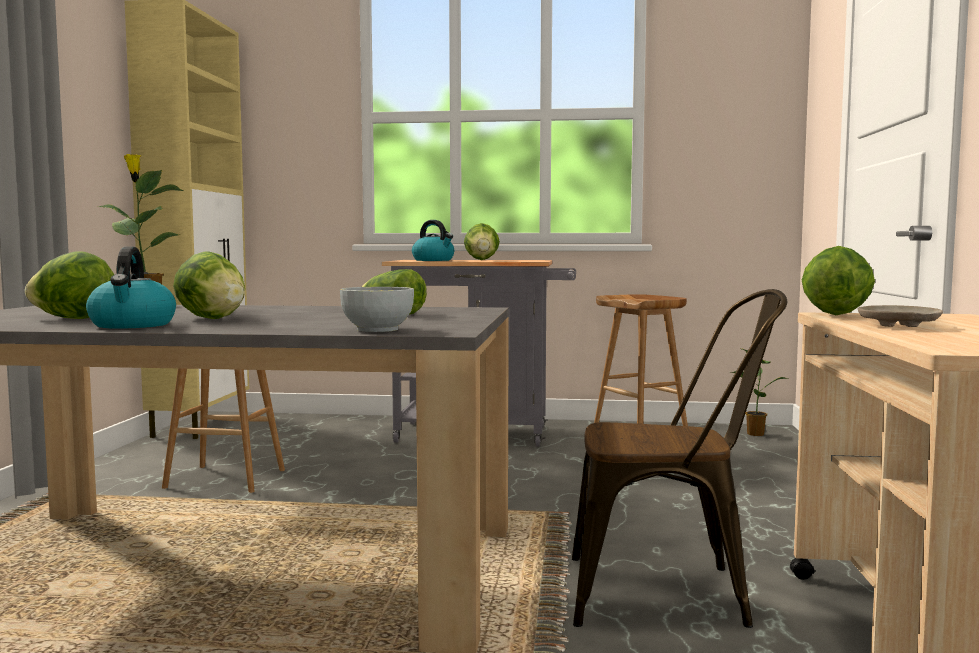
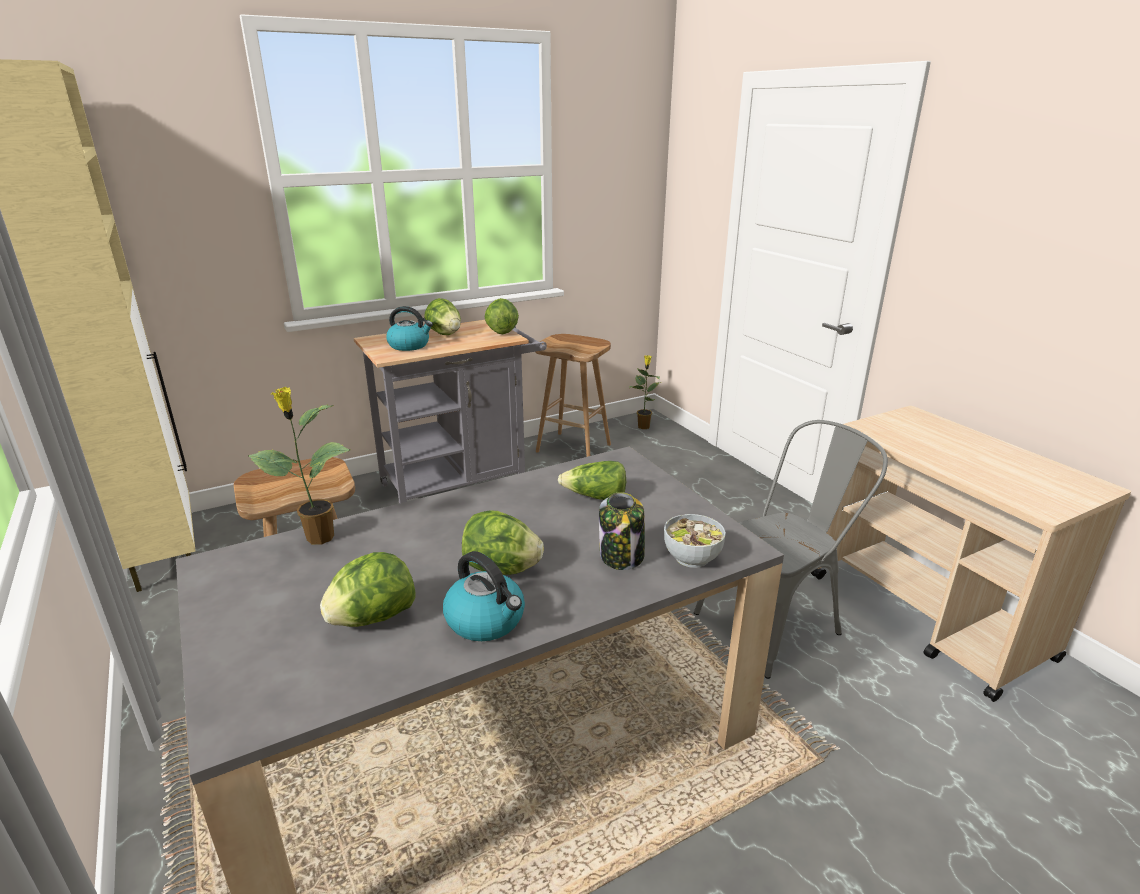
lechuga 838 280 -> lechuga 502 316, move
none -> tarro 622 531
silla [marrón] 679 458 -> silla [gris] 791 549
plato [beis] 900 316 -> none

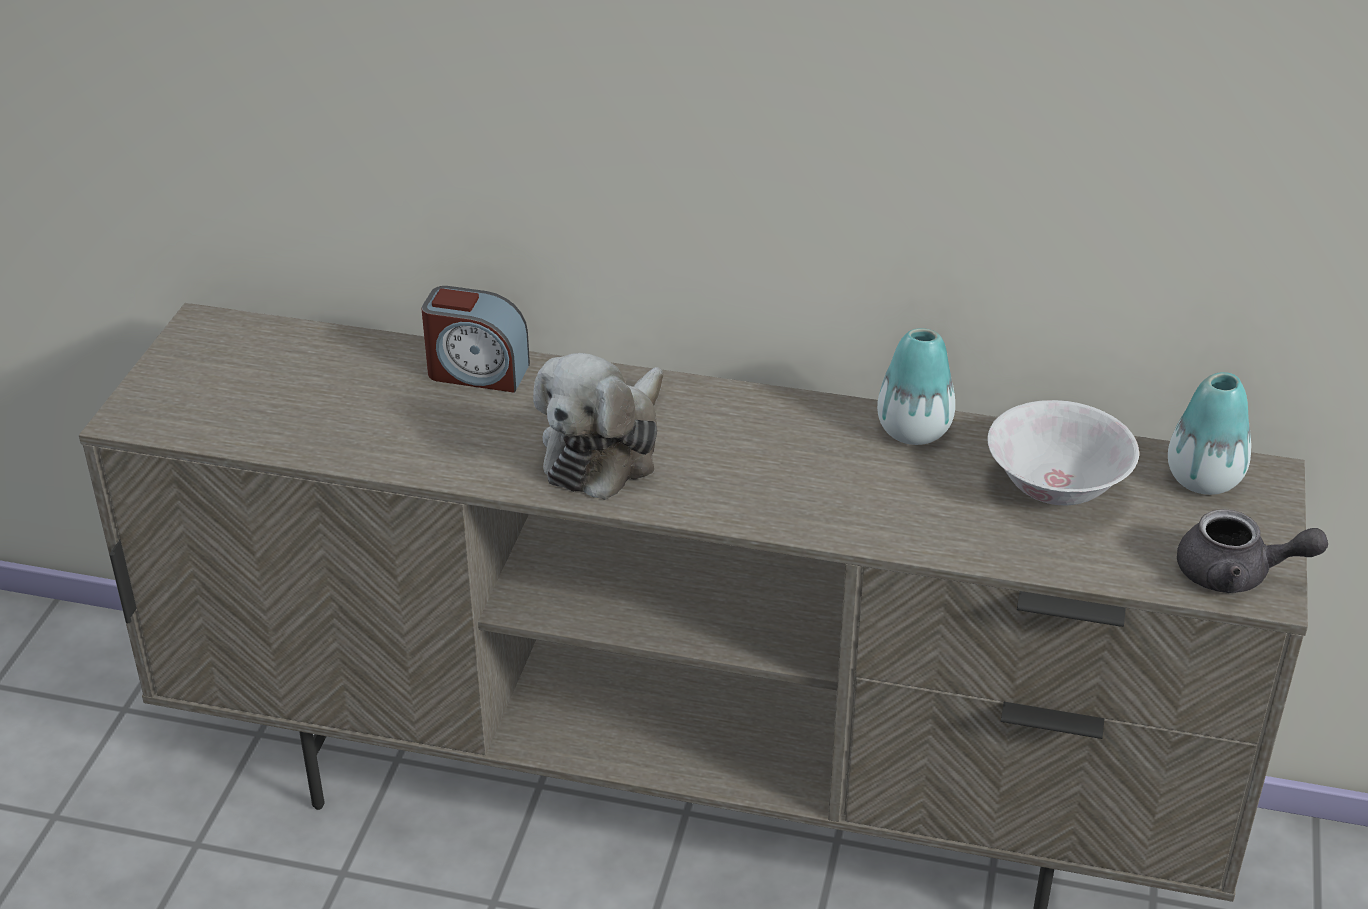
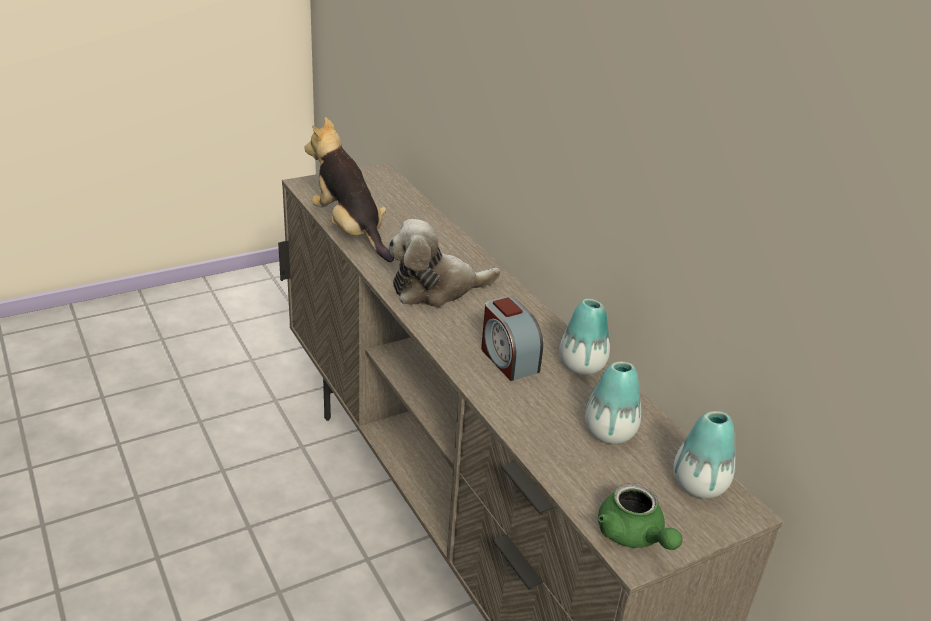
none -> peluche 349 189
despertador 475 339 -> despertador 512 338, move
cuenco [blanco] 1063 453 -> florero 613 402
tetera [gris] 1252 551 -> tetera [verde] 640 516

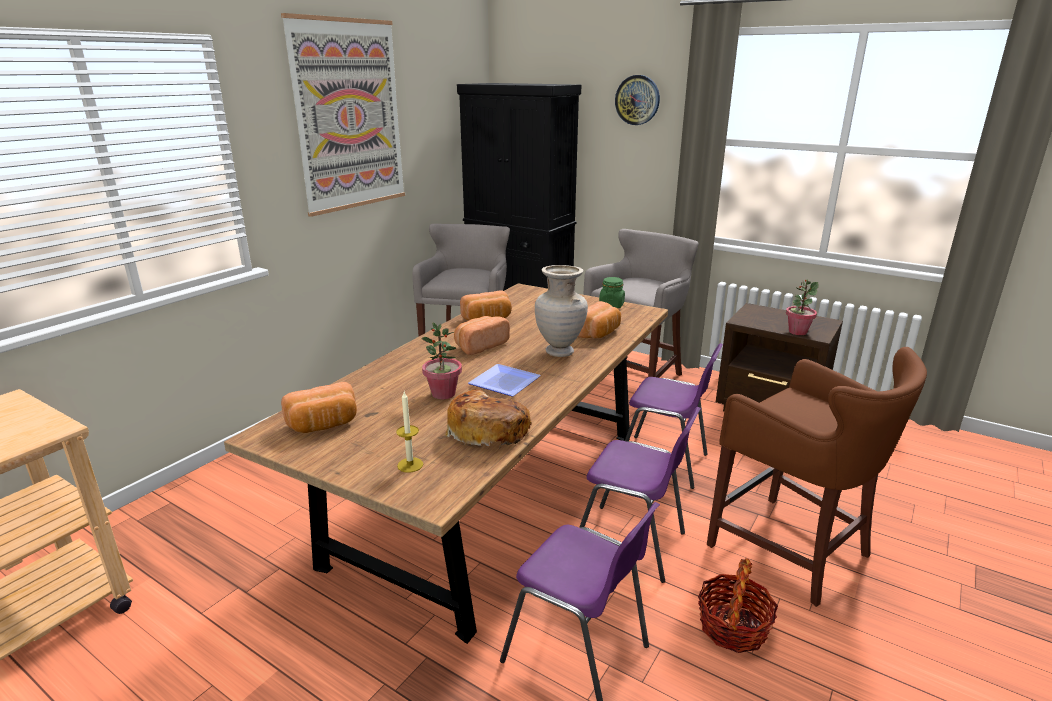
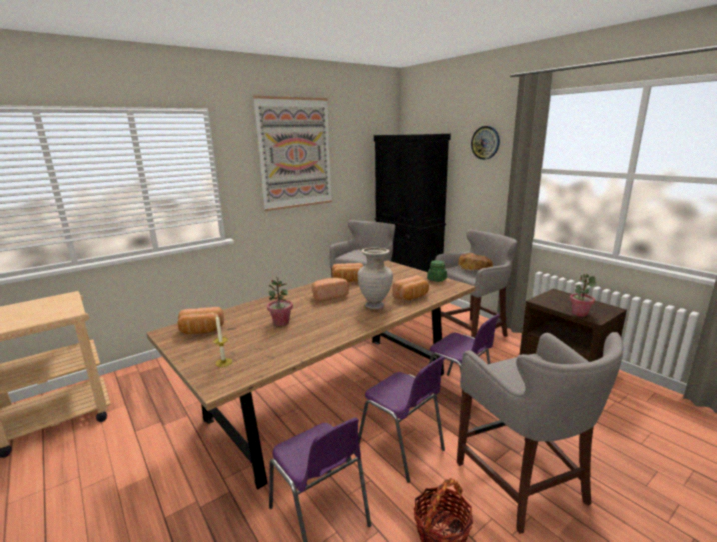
pan 488 419 -> pan 475 262, move
taburete [marrón] 817 477 -> taburete [gris] 540 433
plato 504 380 -> none

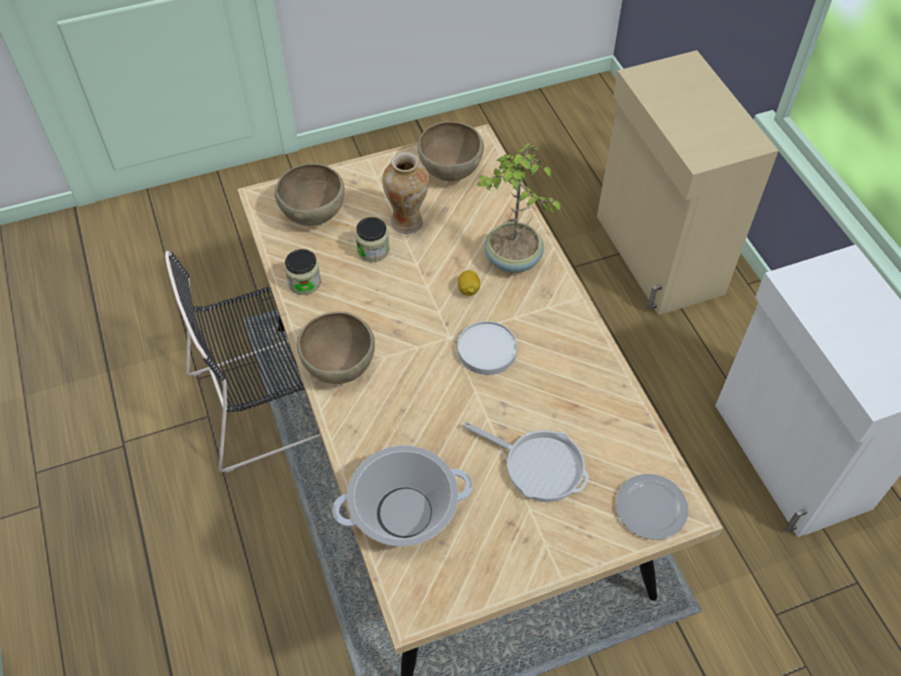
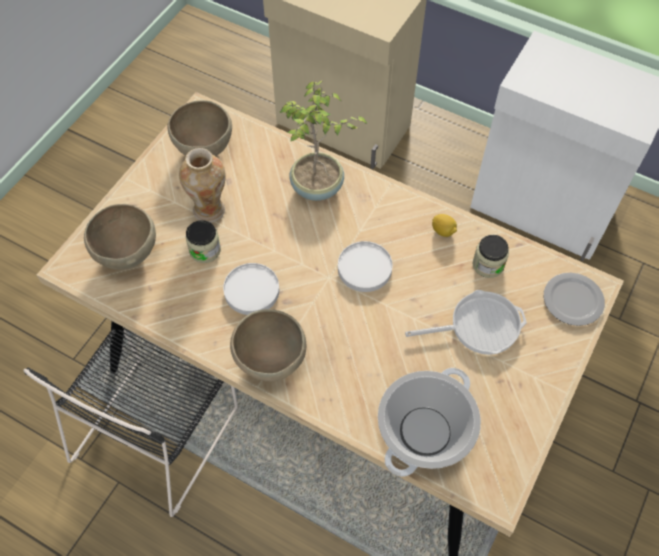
none -> plato [blanco] 251 289
limón 469 283 -> limón 444 225, move
tarro 303 272 -> tarro 490 256, move

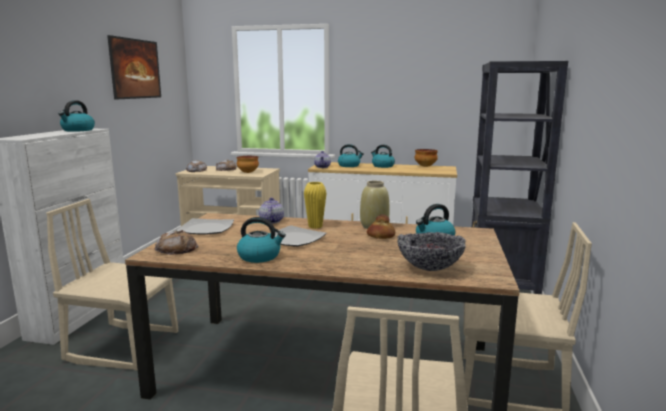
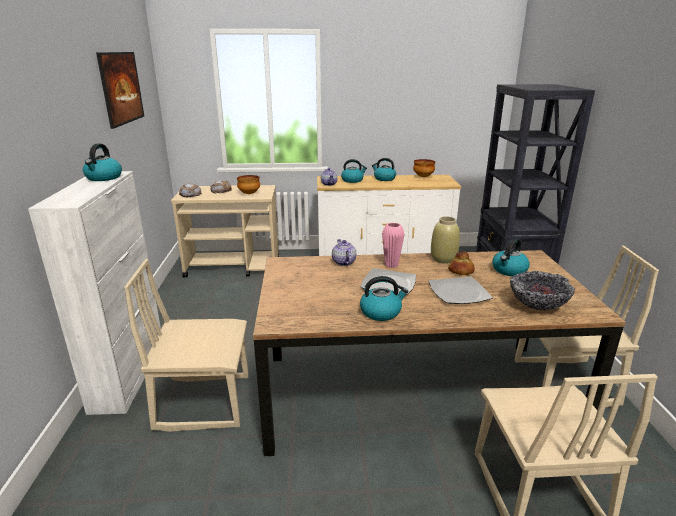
florero [amarillo] 315 205 -> florero [rosa] 393 245
plato 205 226 -> plato 461 290, move
pan 176 242 -> none

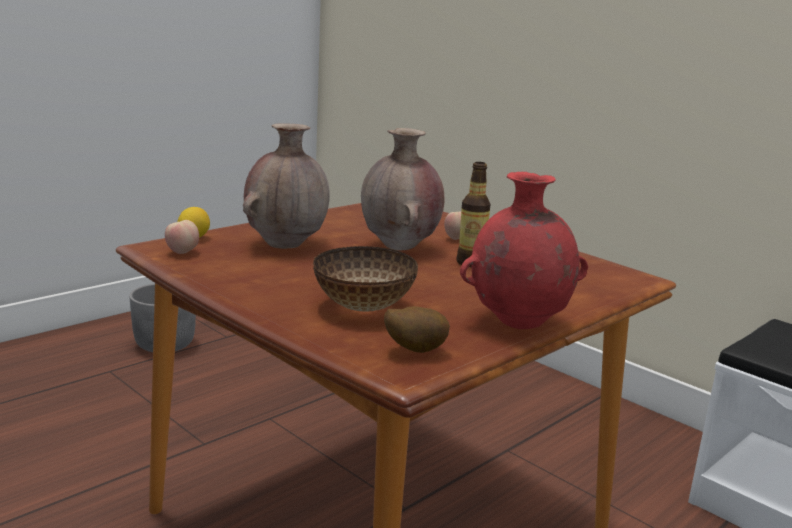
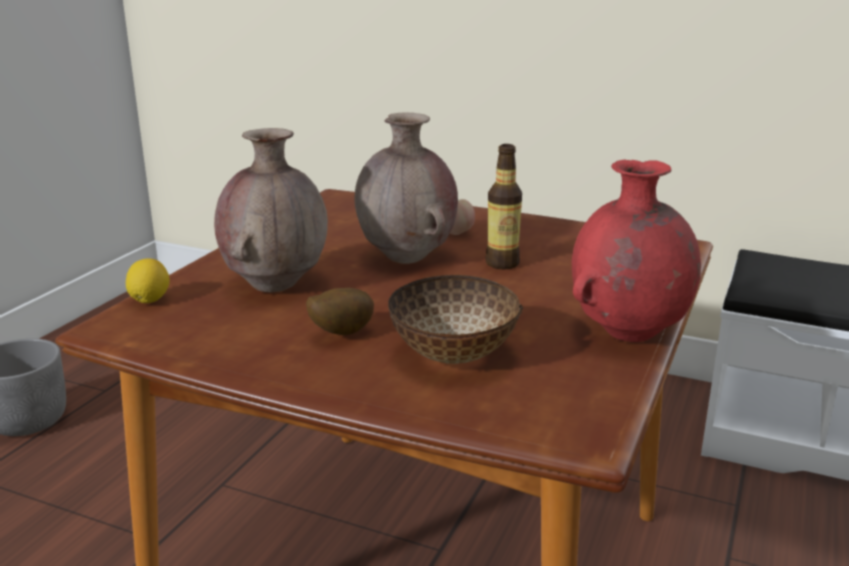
patata 417 329 -> patata 340 311, move
manzana 182 237 -> none

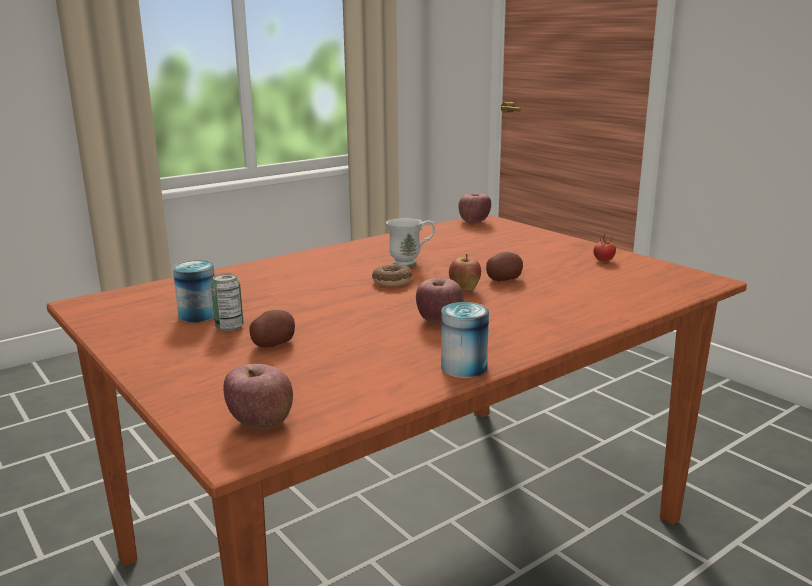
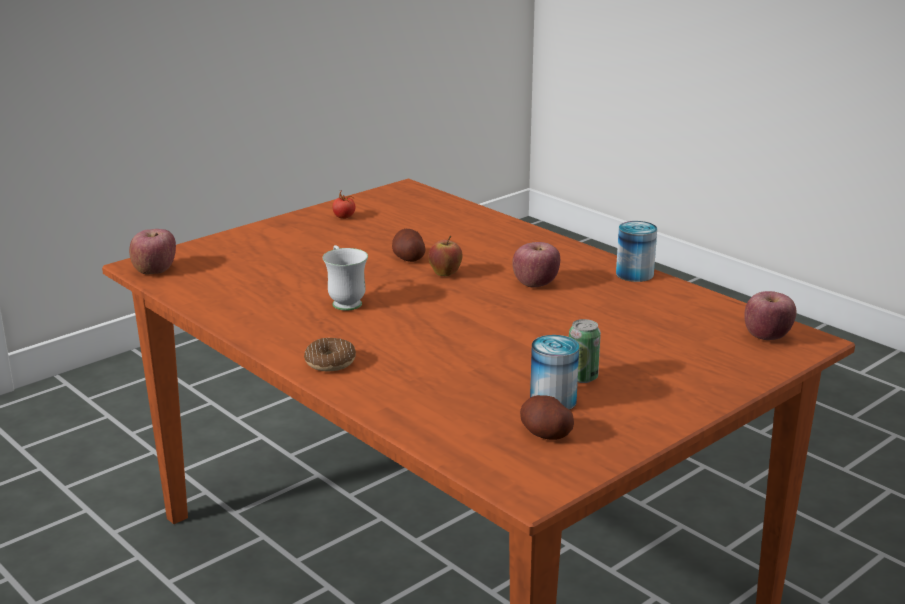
rosquilla 392 275 -> rosquilla 330 355, move
patata 272 328 -> patata 547 417, move

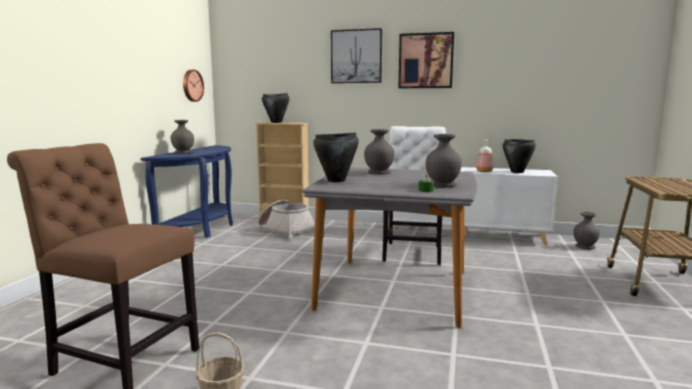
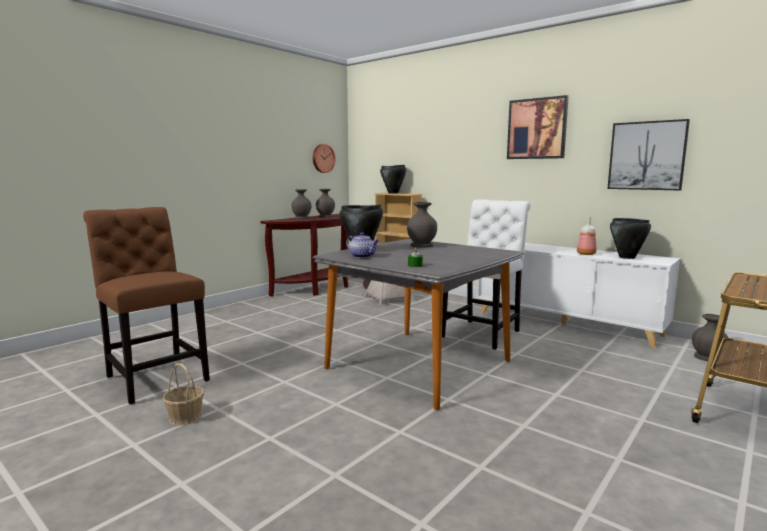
mesa consola [azul] 187 191 -> mesa consola [marrón] 304 255
florero [gris] 444 161 -> florero [gris] 325 203, move
none -> tetera 362 245
cuadro 356 55 -> cuadro 648 154, move

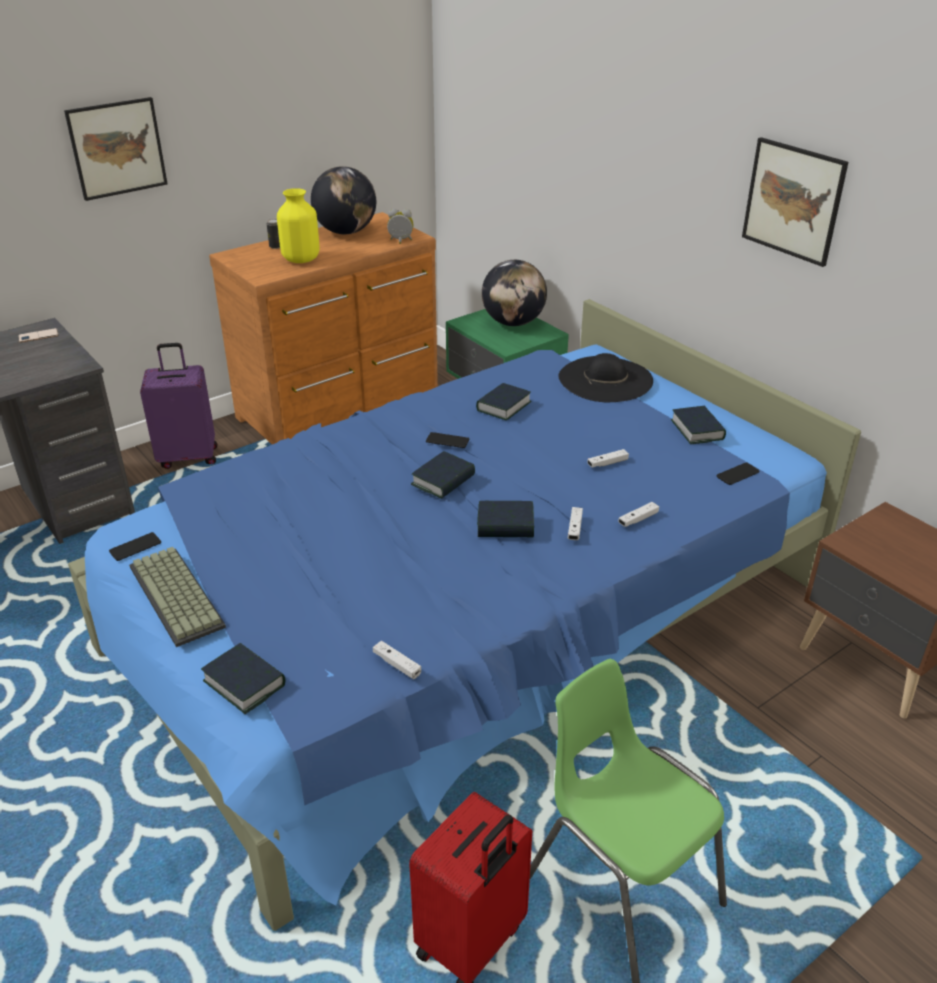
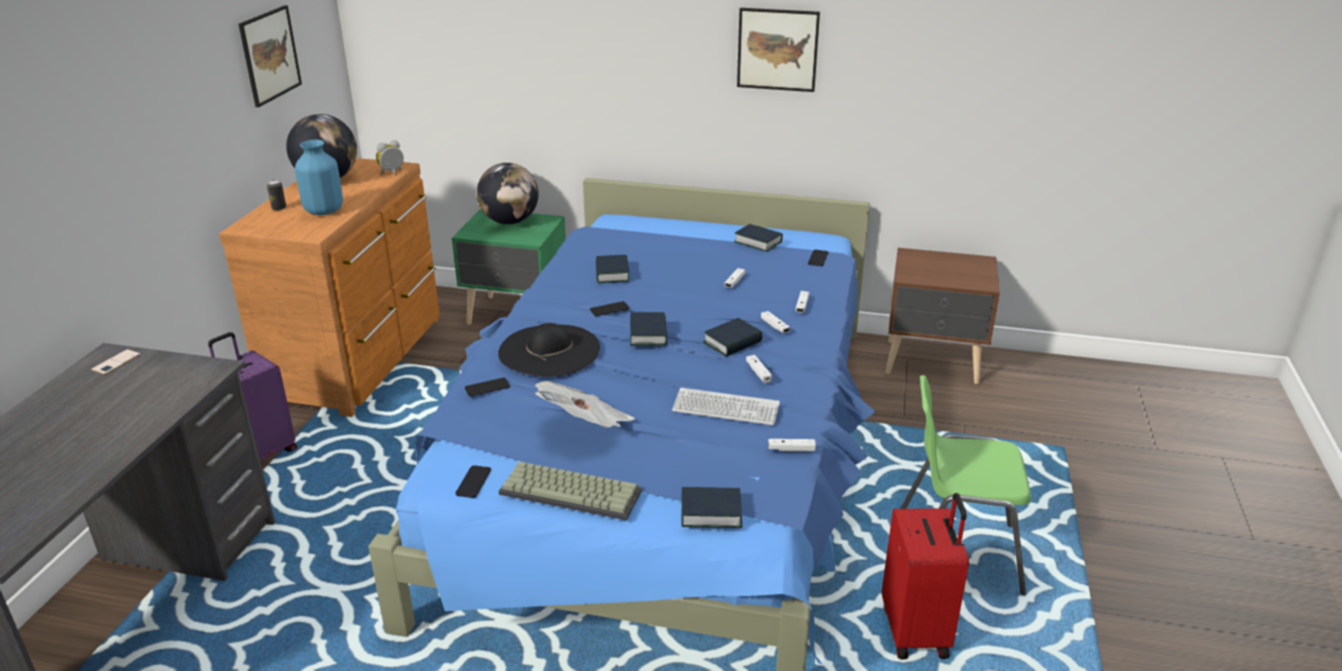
cuadro 115 149 -> cuadro 270 56, move
florero [amarillo] 298 225 -> florero [azul] 319 177
none -> móvil 487 387
sombrero [negro] 605 377 -> sombrero [negro] 549 350, move
none -> periódico 585 404
none -> teclado 726 406
none -> mando de consola [blanco] 759 369

